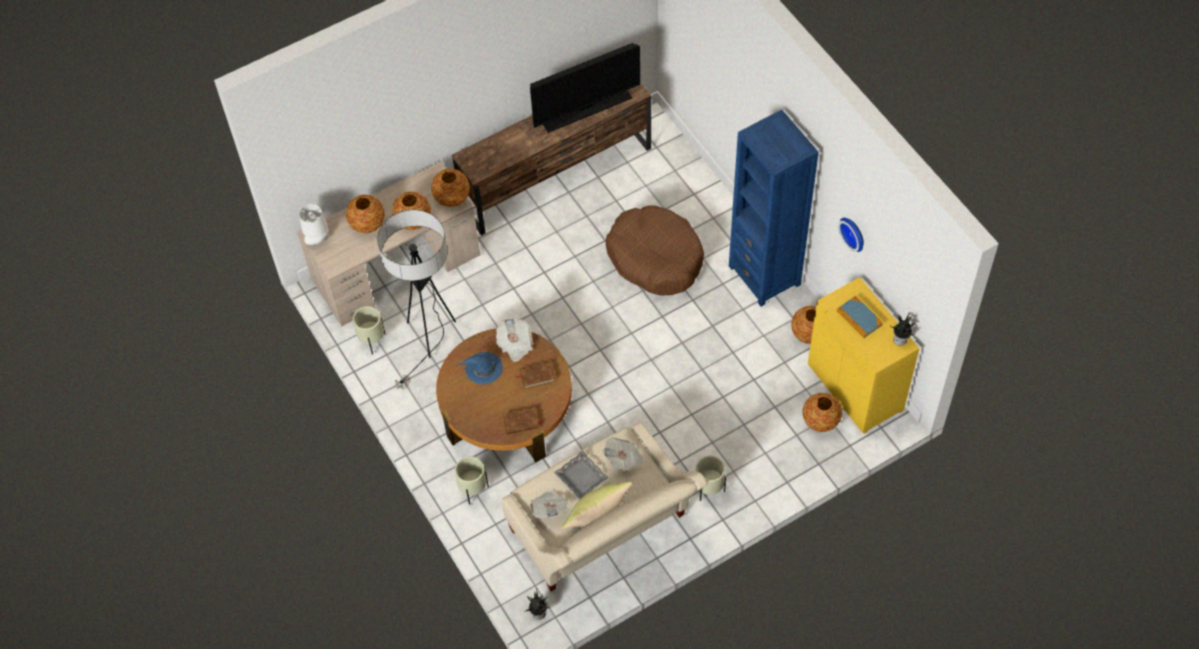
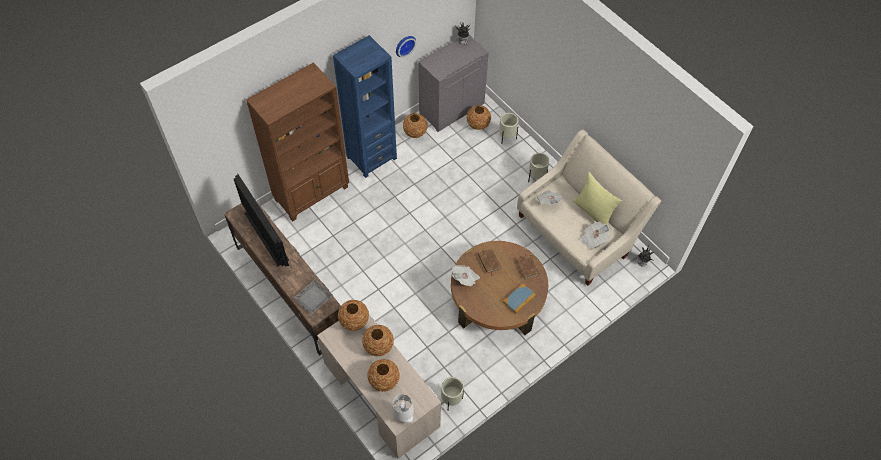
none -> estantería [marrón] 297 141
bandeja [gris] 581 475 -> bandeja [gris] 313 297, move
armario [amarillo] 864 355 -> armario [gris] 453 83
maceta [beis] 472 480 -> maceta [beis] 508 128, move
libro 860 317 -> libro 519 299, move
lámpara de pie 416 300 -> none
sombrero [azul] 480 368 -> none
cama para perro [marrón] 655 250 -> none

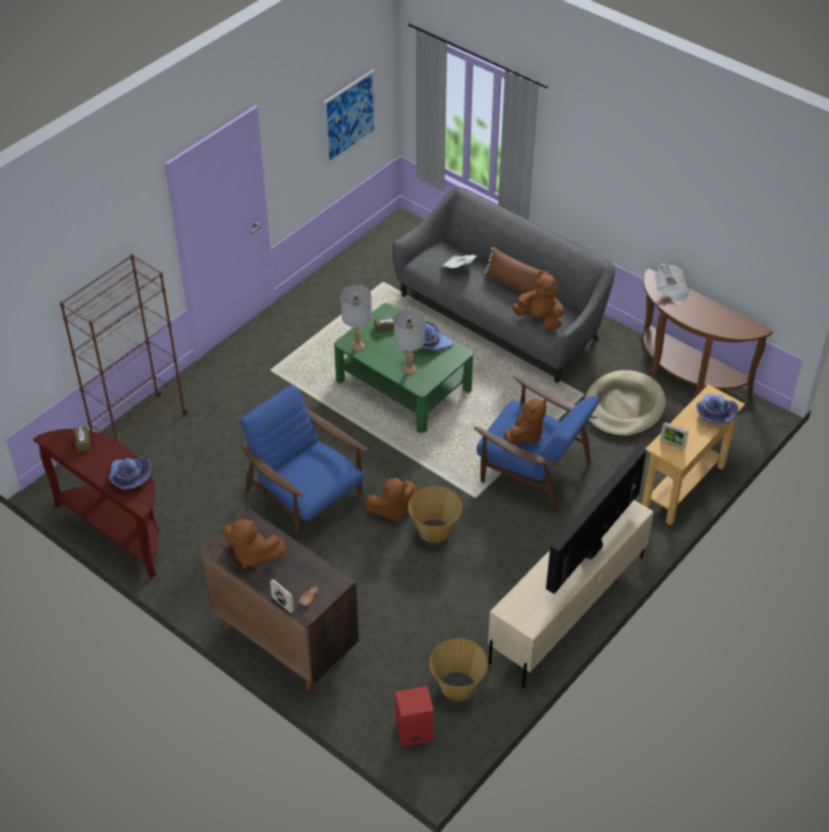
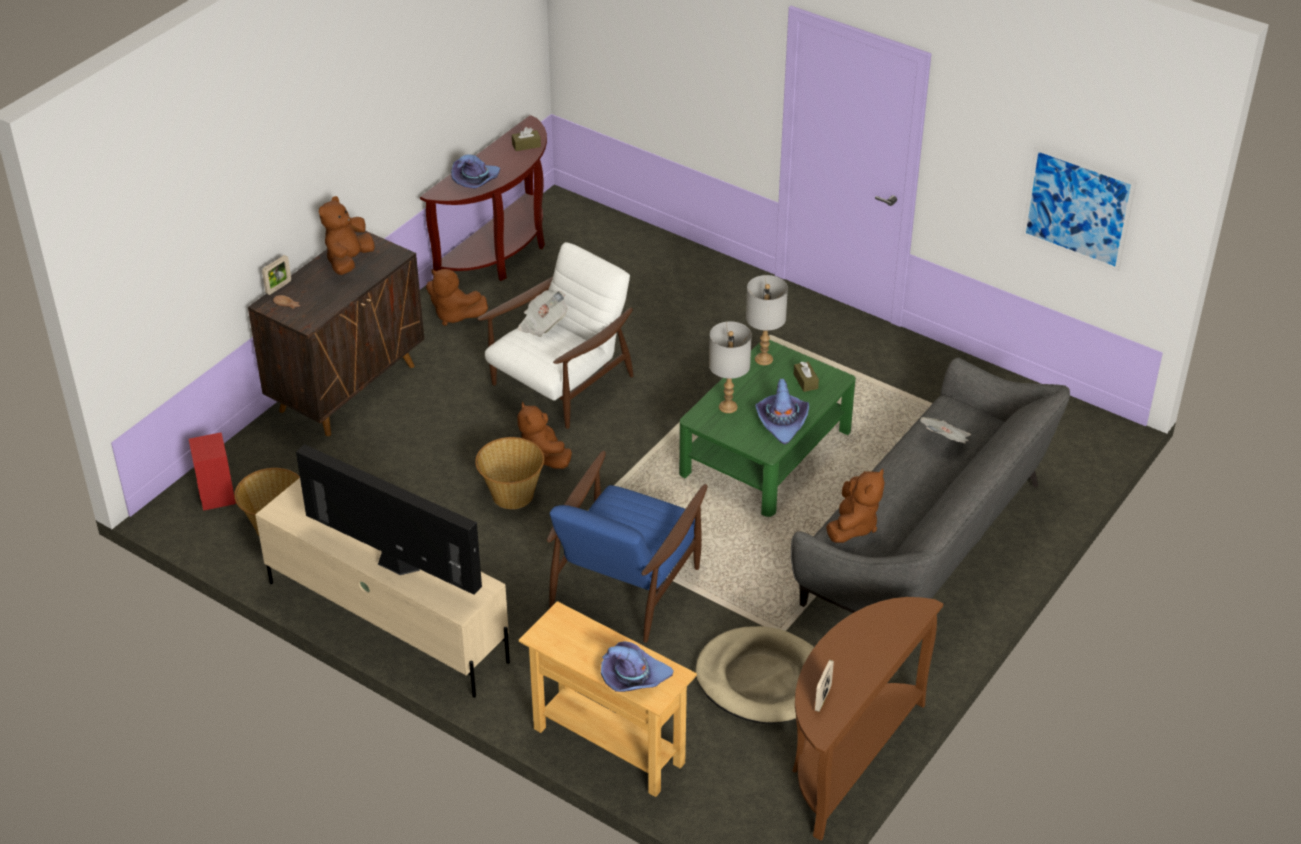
peluche [marrón] 525 421 -> peluche [marrón] 457 297, move
sillón [azul] 303 462 -> sillón [blanco] 555 335
periódico 673 284 -> periódico 543 313, move
portarretratos 674 436 -> portarretratos 824 686, move
estantería [marrón] 124 348 -> none
cojín [marrón] 518 270 -> none

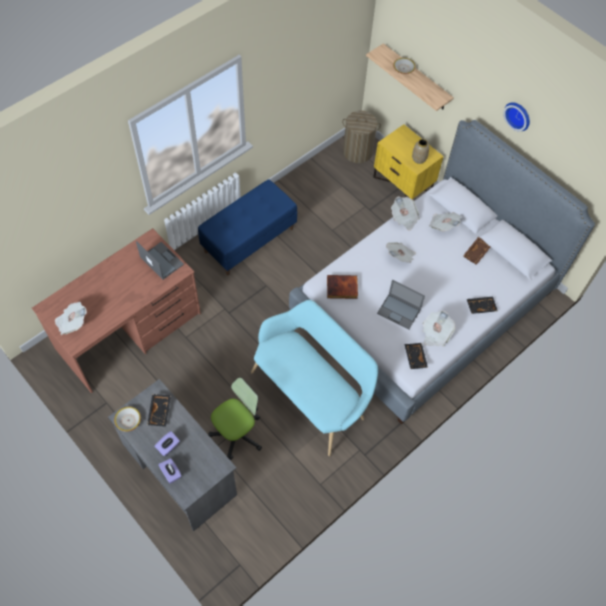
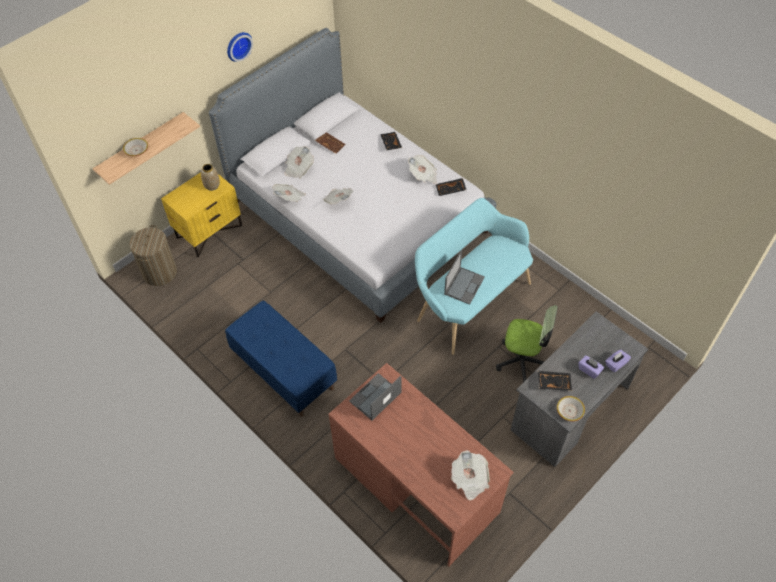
portátil 401 305 -> portátil 464 277, move
silla de oficina 235 418 -> silla de oficina 527 343, 150 degrees clockwise
libro 342 287 -> none

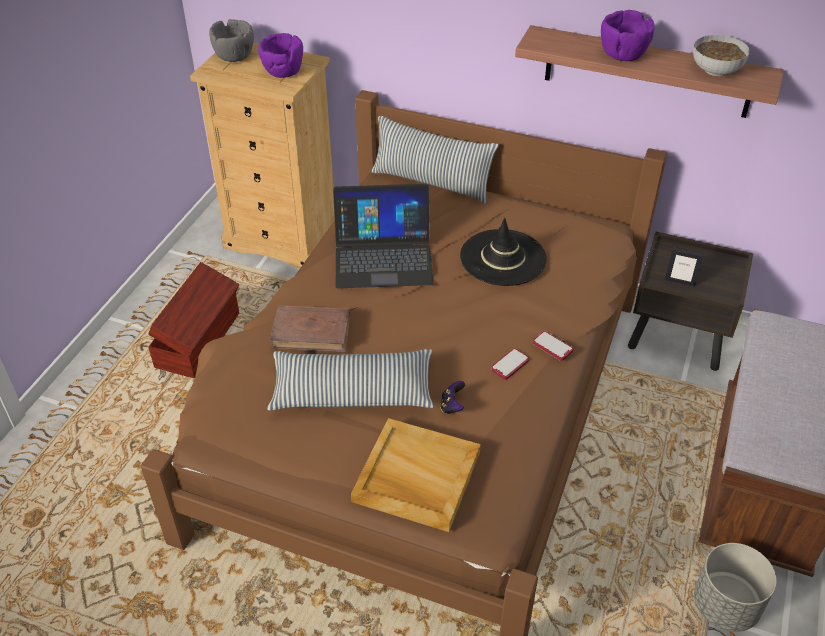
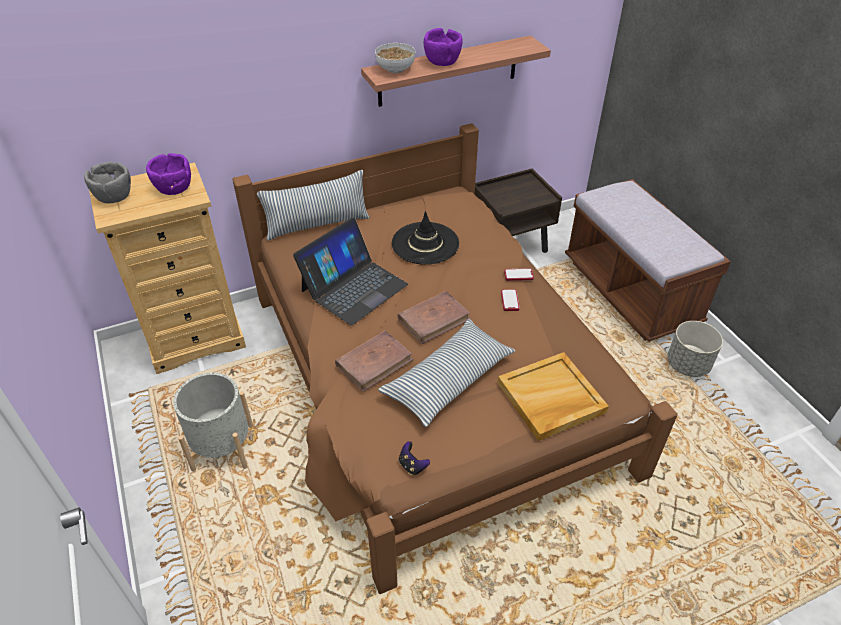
caja de almacenaje [marrón] 193 320 -> maceta [gris] 213 422
cuenco 721 55 -> cuenco 395 58, move
none -> libro [marrón] 434 317
mando de consola 453 397 -> mando de consola 414 458, move
portarretratos 684 267 -> none

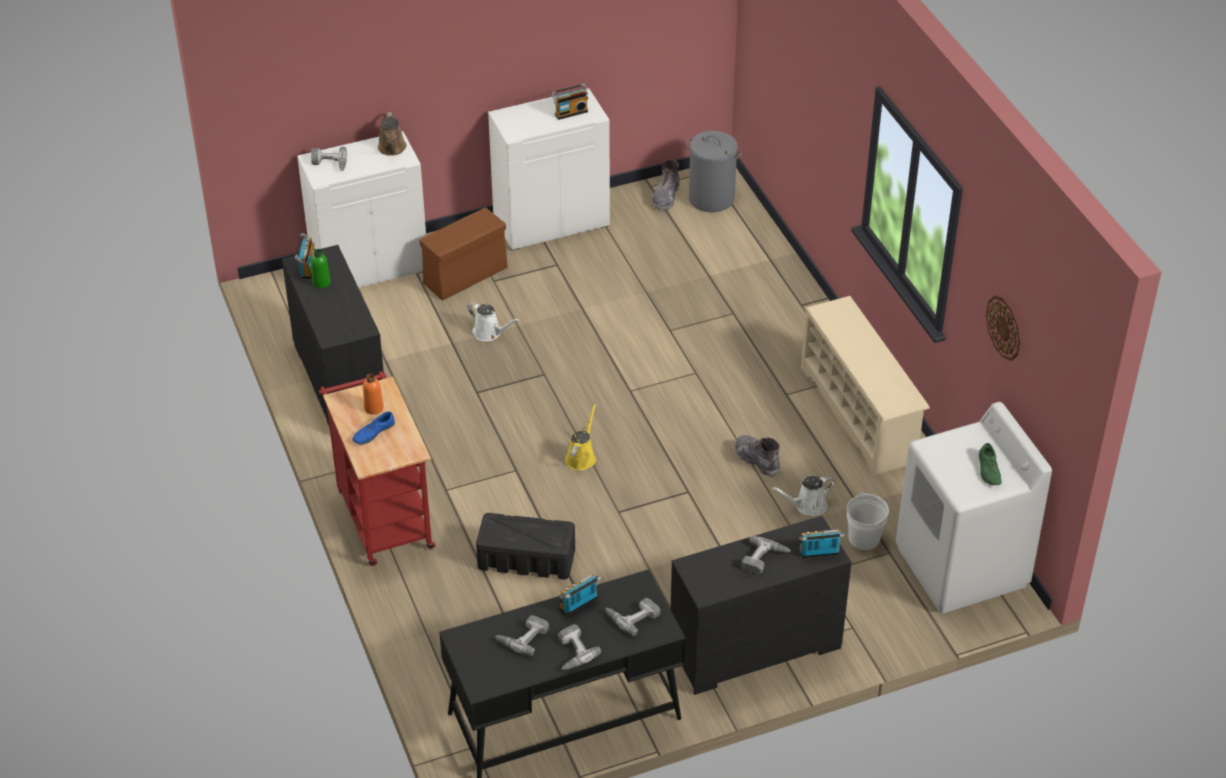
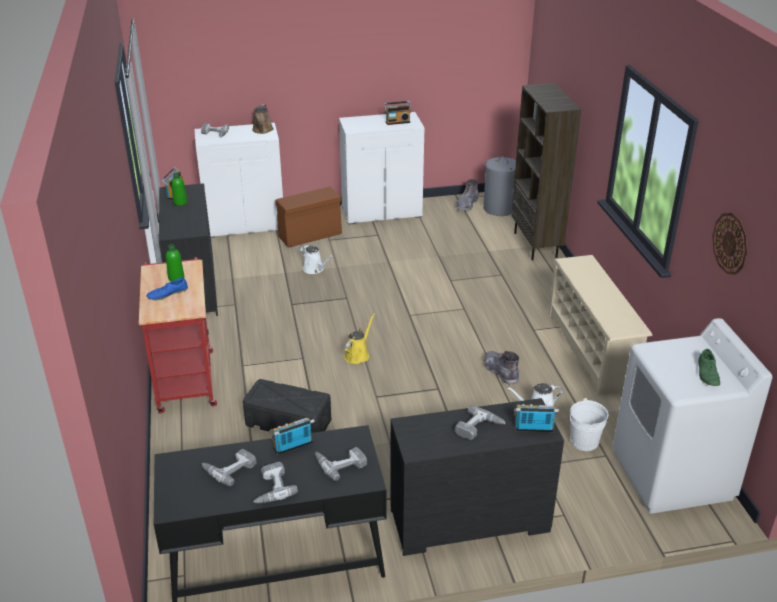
botella [naranja] 373 394 -> botella [verde] 175 262
none -> estantería [marrón] 546 171

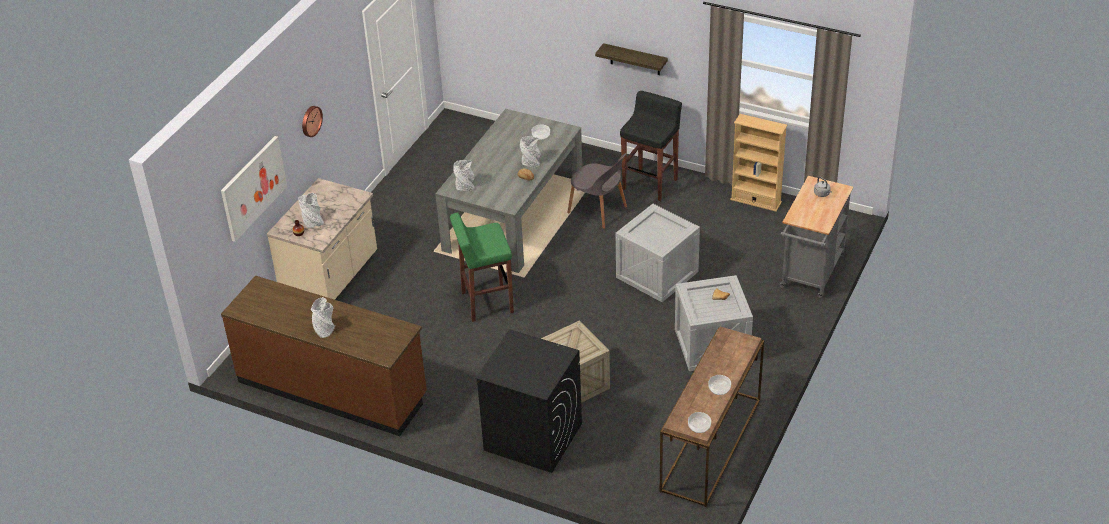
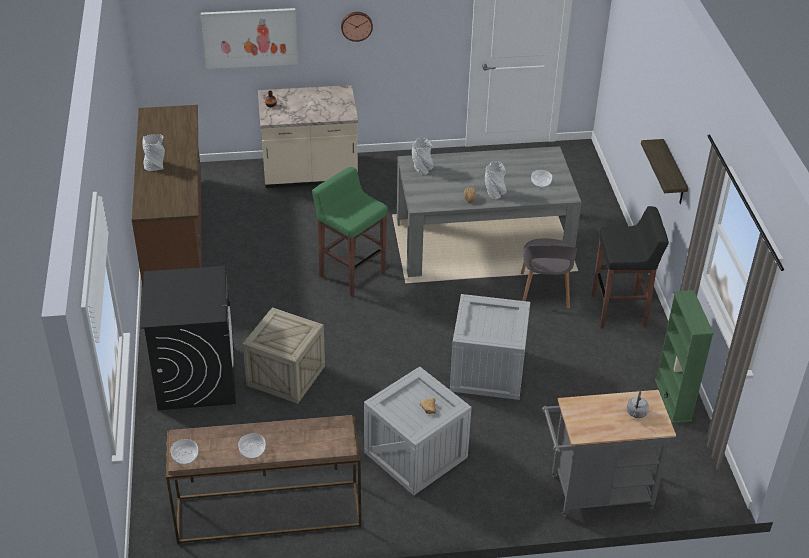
estantería [beis] 758 163 -> estantería [verde] 684 356
florero [gris] 311 210 -> none

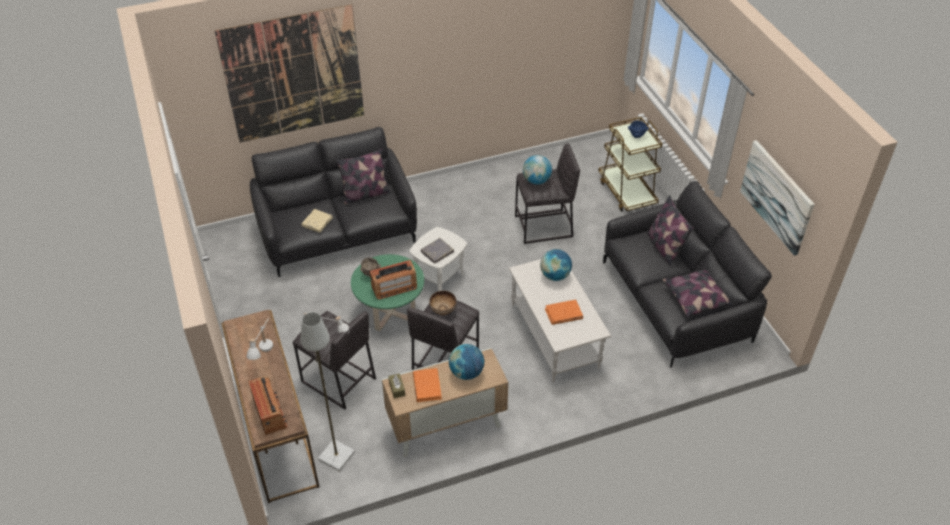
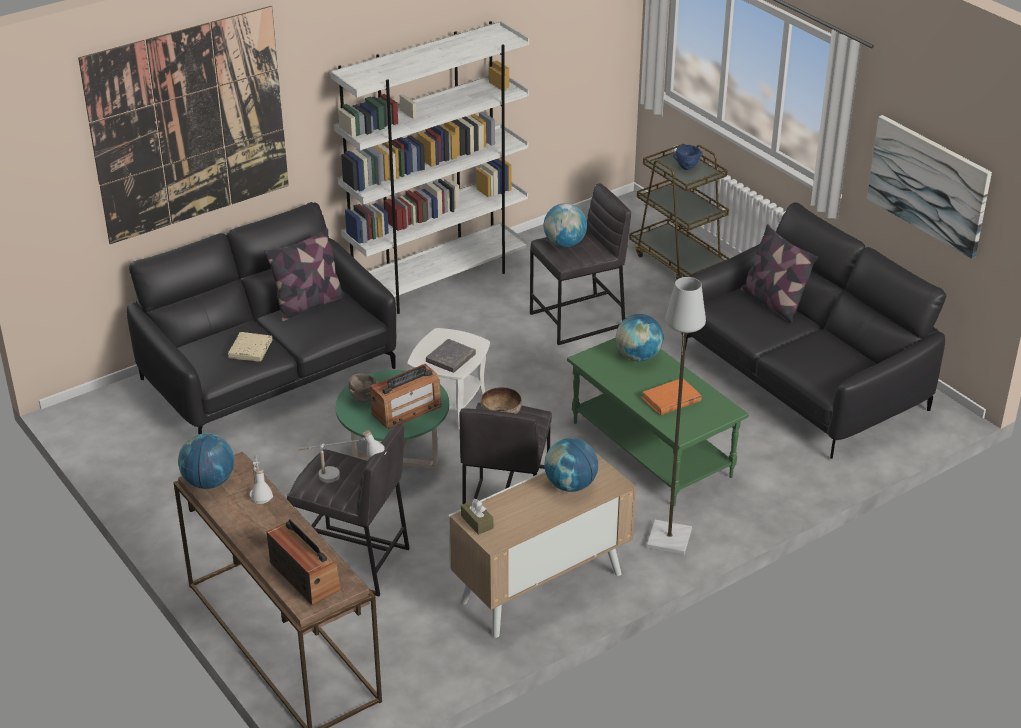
none -> globo terráqueo 206 461
none -> estantería [blanco] 429 167
mesa de centro [blanco] 560 320 -> mesa de centro [verde] 658 422
lámpara de pie [gris] 328 392 -> lámpara de pie [gris] 676 416, move
libro [naranja] 427 385 -> none
cojín 697 293 -> none

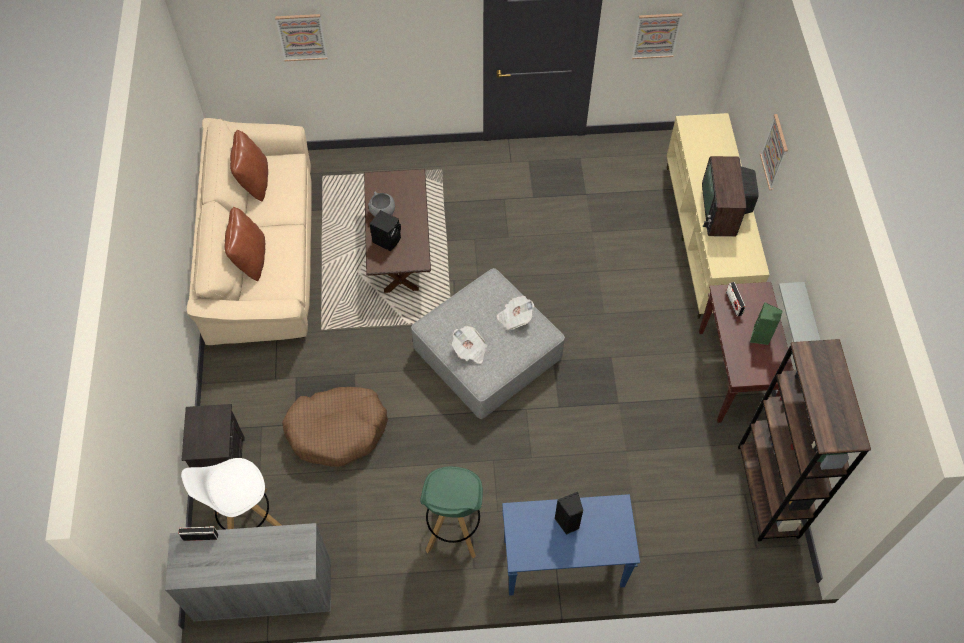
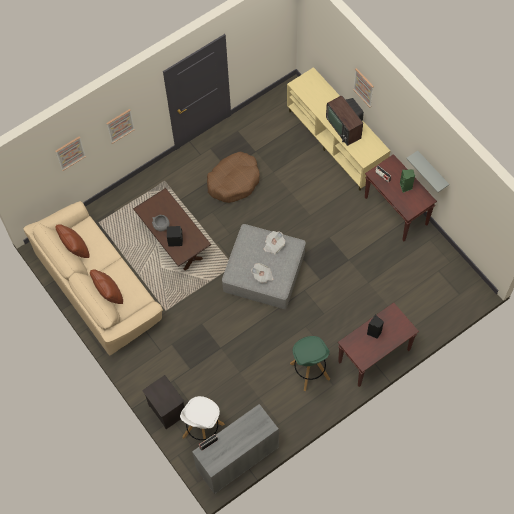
cuadro 657 36 -> cuadro 120 126, move
cama para perro [marrón] 335 427 -> cama para perro [marrón] 233 177, move
mesa consola [azul] 571 545 -> mesa consola [marrón] 378 345
estantería [marrón] 804 440 -> none

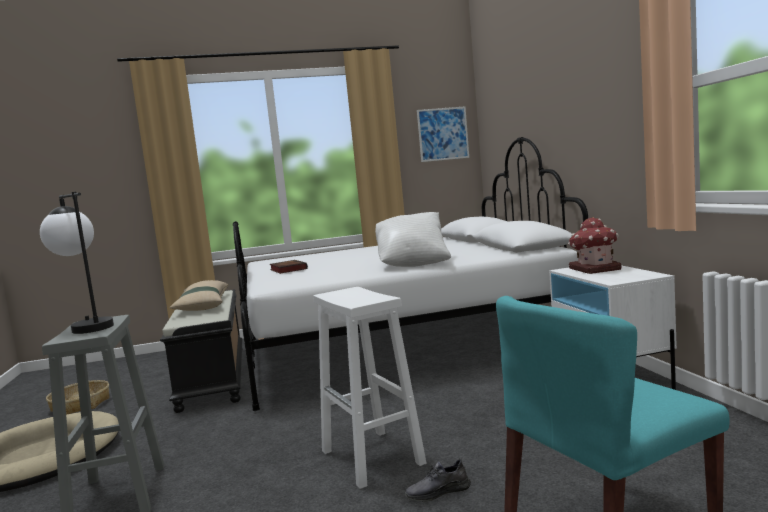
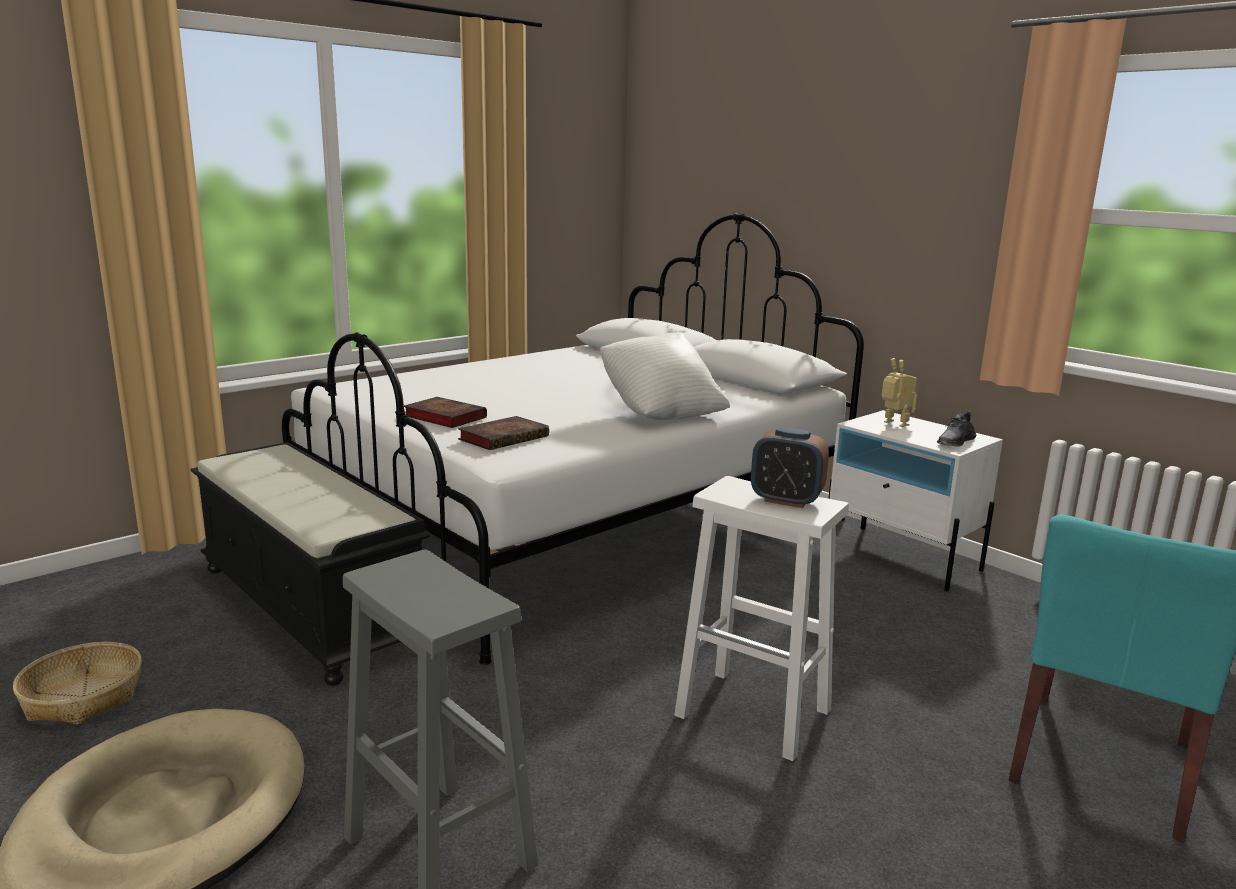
none -> libro 503 433
none -> despertador 790 467
casita 594 245 -> robot de juguete 899 392
zapato [gris] 438 480 -> zapato [gris] 956 429, move
lámpara de mesa 77 263 -> none
cojín [beis] 198 295 -> none
cuadro 443 134 -> none

